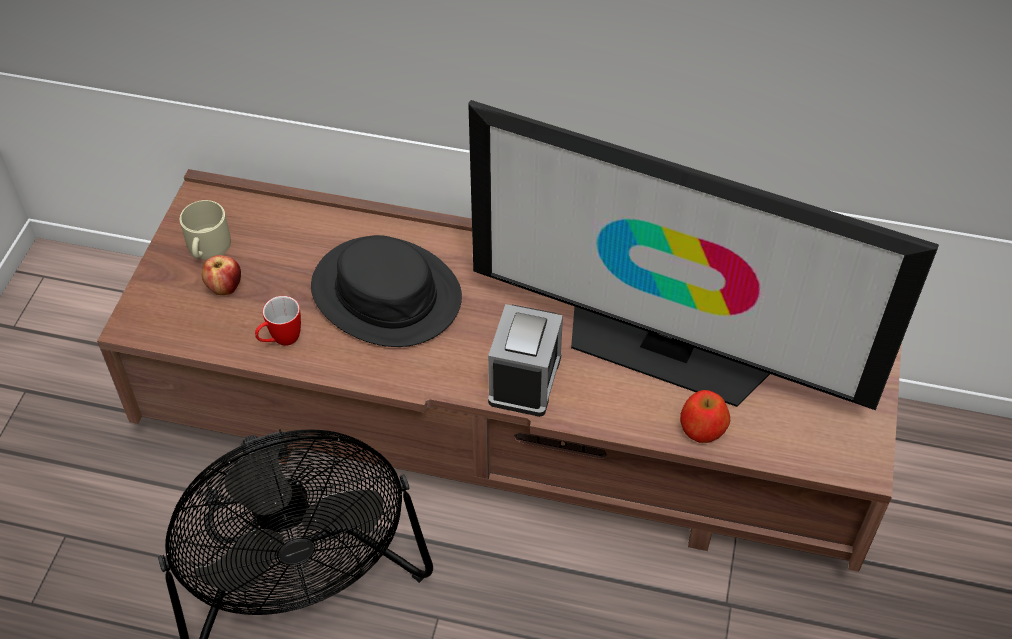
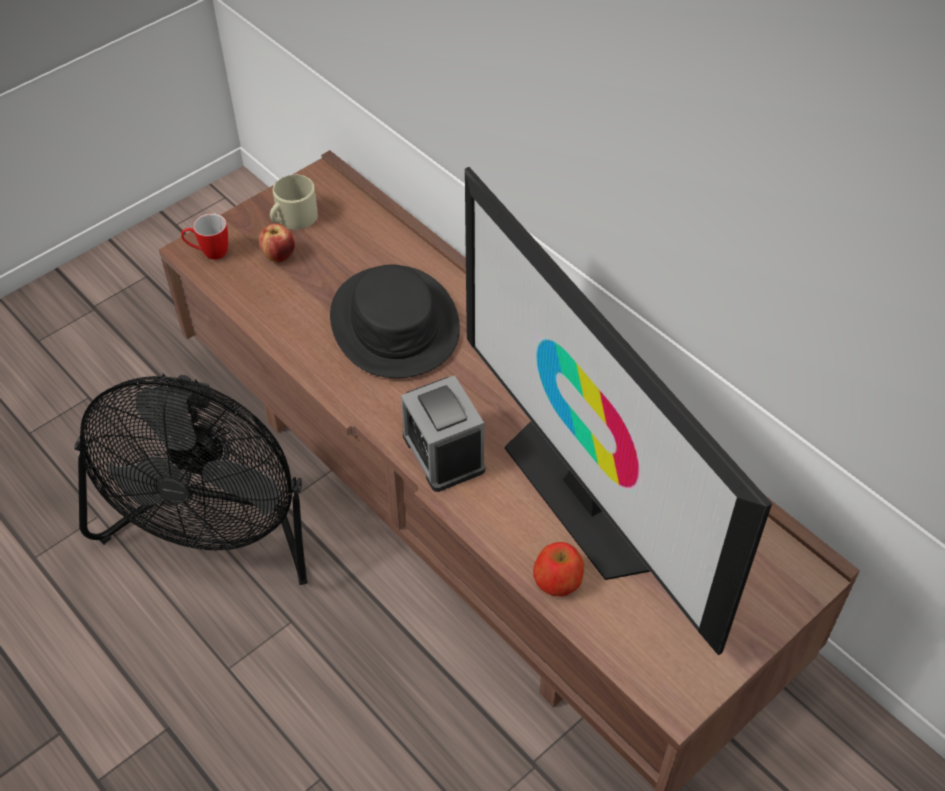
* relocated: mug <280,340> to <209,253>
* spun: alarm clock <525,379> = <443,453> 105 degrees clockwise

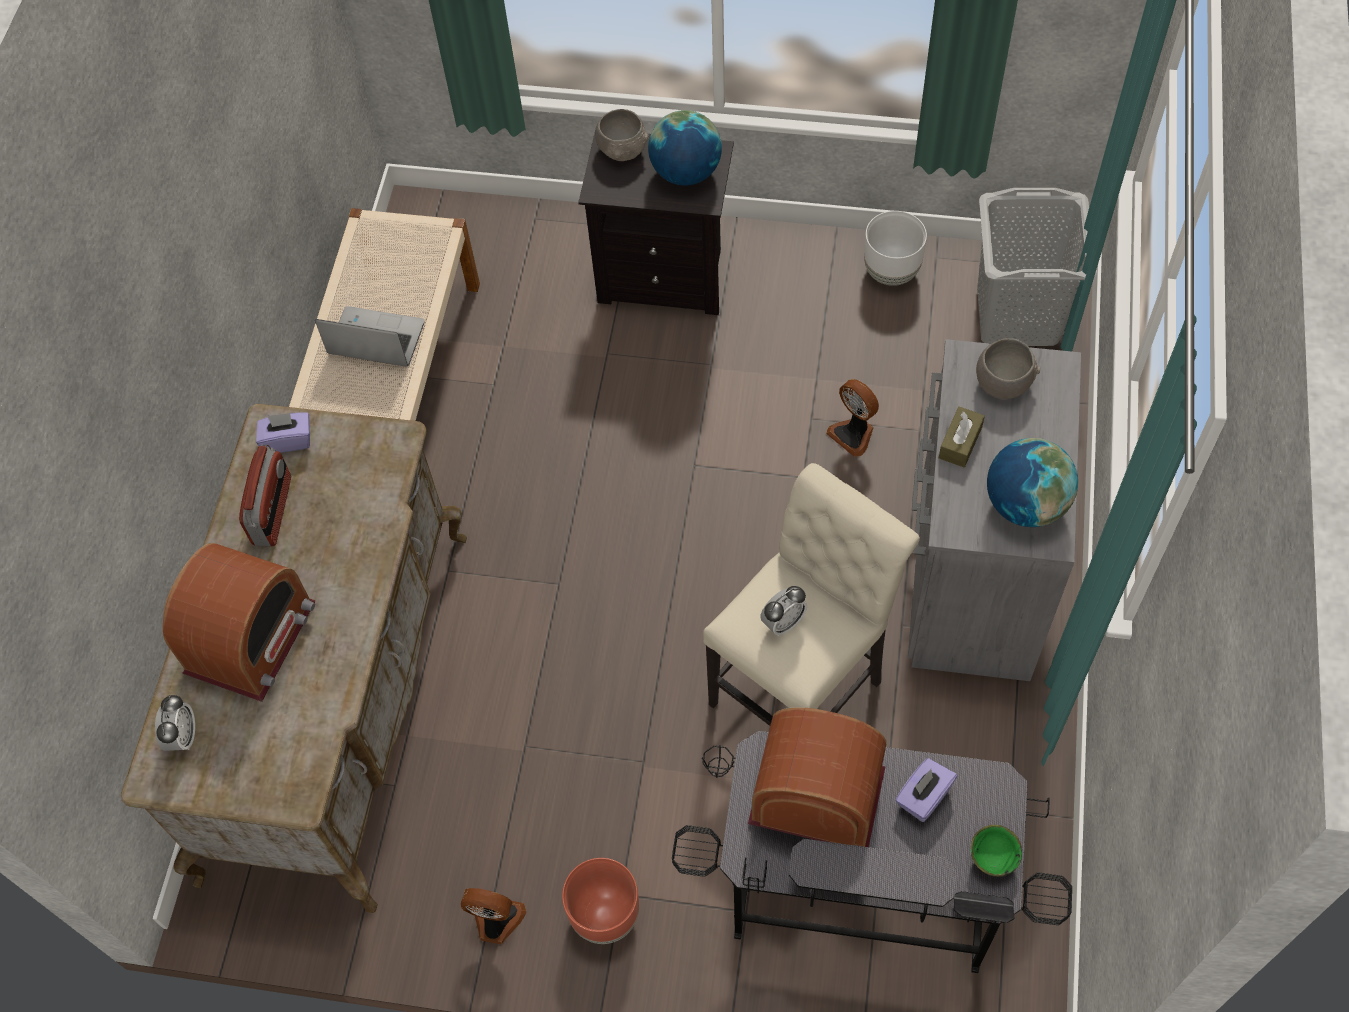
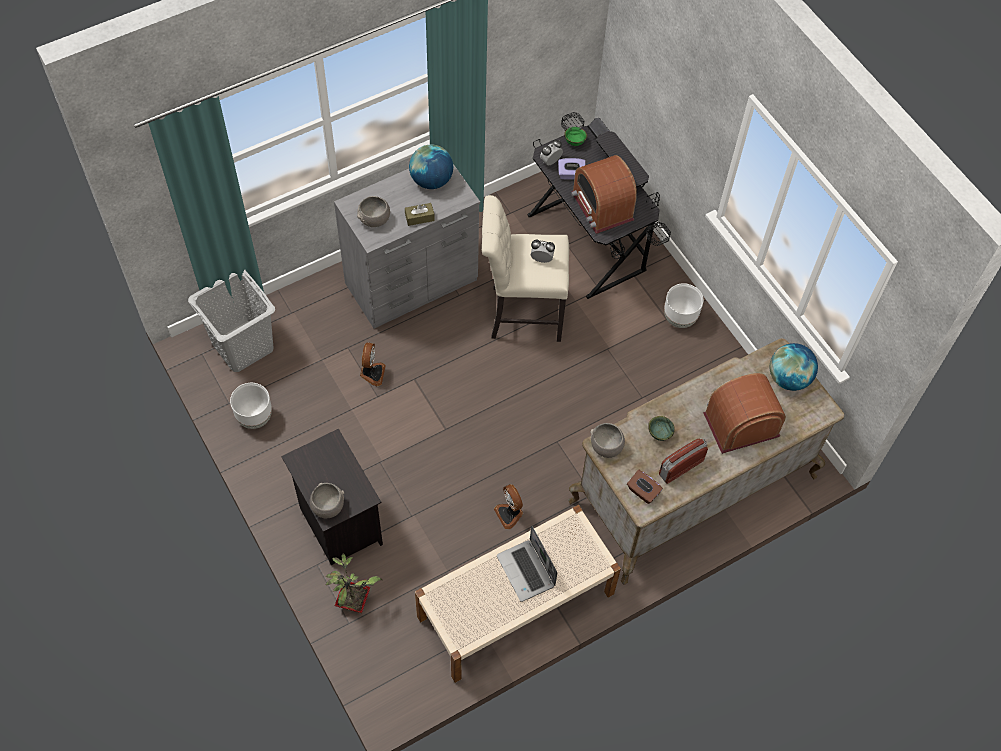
* relocated: globe <685,172> to <788,378>
* colour: tissue box (purple) <288,440> to tissue box (brown) <642,492>
* relocated: alarm clock <183,736> to <550,161>
* colour: planter (brown) <604,916> to planter (white) <680,318>
* relocated: fan <496,921> to <510,514>
* appeared: bowl (green) <659,433>
* appeared: bowl (grey) <605,446>
* appeared: potted plant <354,600>

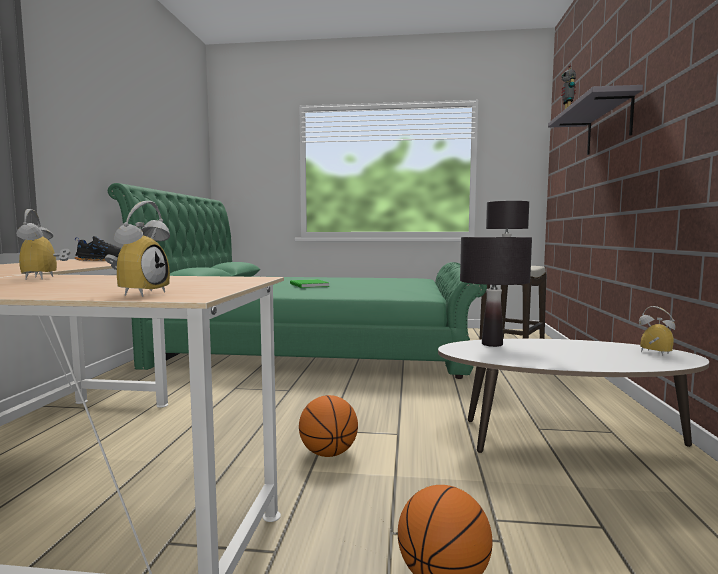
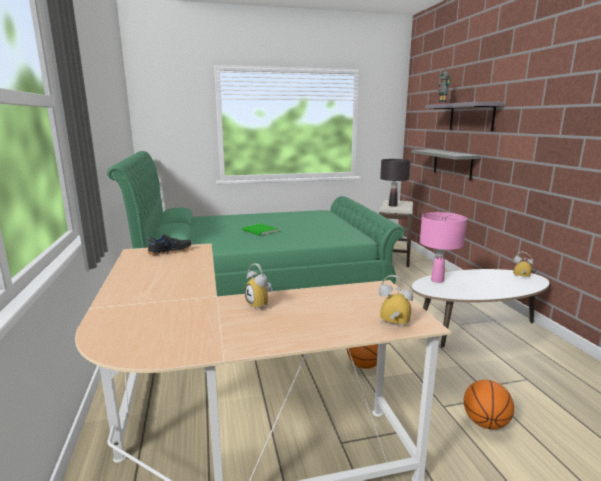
* spun: alarm clock <139,293> = <392,325> 60 degrees counterclockwise
* colour: table lamp (black) <491,344> to table lamp (pink) <437,280>
* appeared: shelf (grey) <452,164>

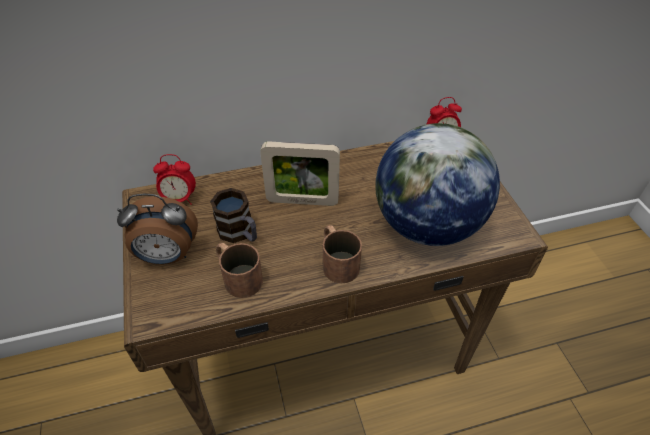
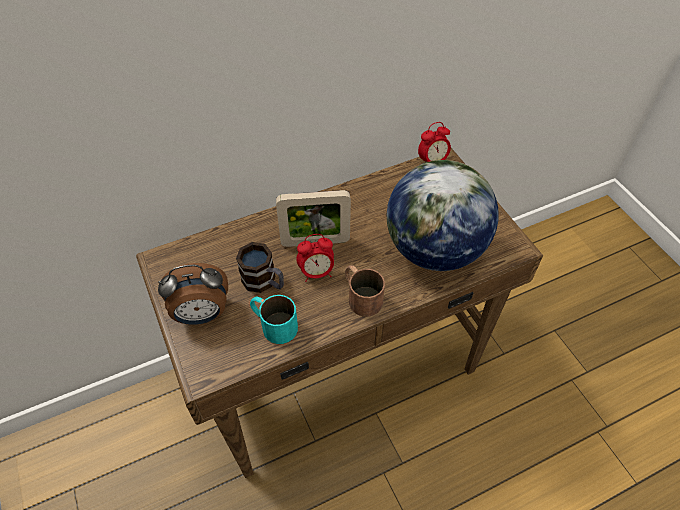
* relocated: alarm clock <179,199> to <316,273>
* colour: mug (brown) <237,276> to mug (turquoise) <273,324>

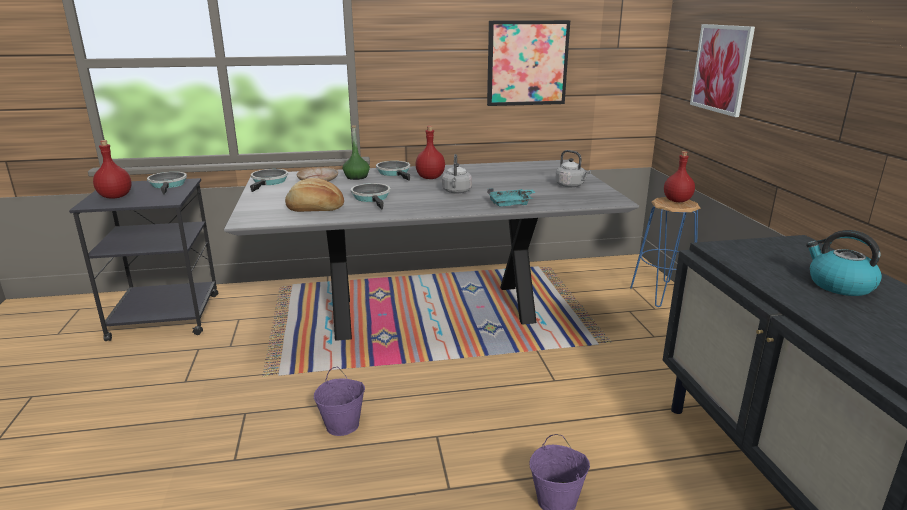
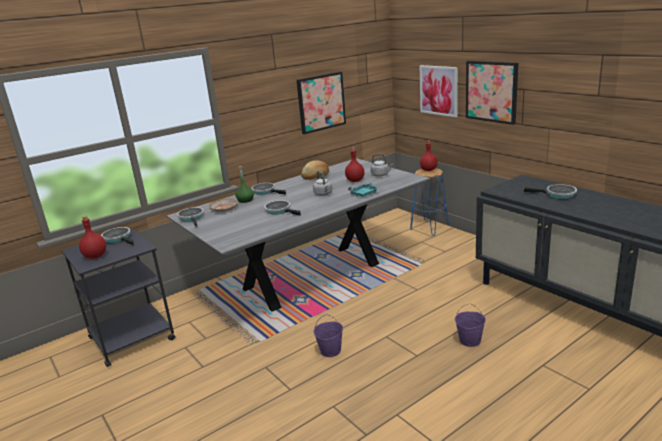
* relocated: bottle (red) <430,177> to <355,180>
* relocated: bread <315,209> to <316,177>
* exchanged: kettle <839,285> to frying pan <558,195>
* appeared: picture <491,91>

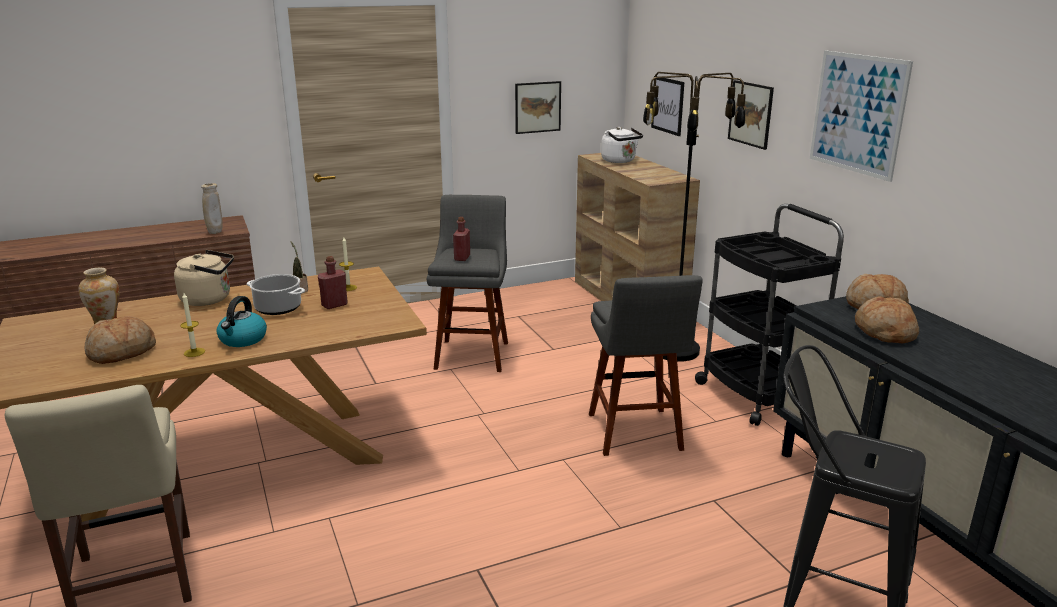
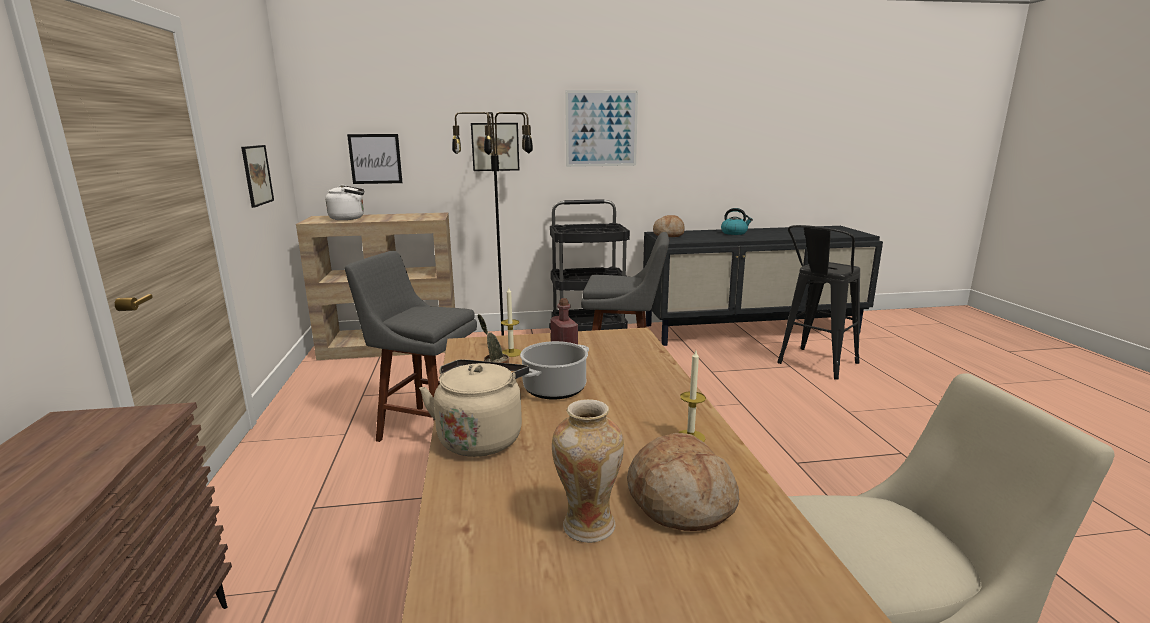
* missing: vase (beige) <215,233>
* missing: bottle (red) <462,258>
* relocated: kettle <243,339> to <734,233>
* missing: bread <884,332>

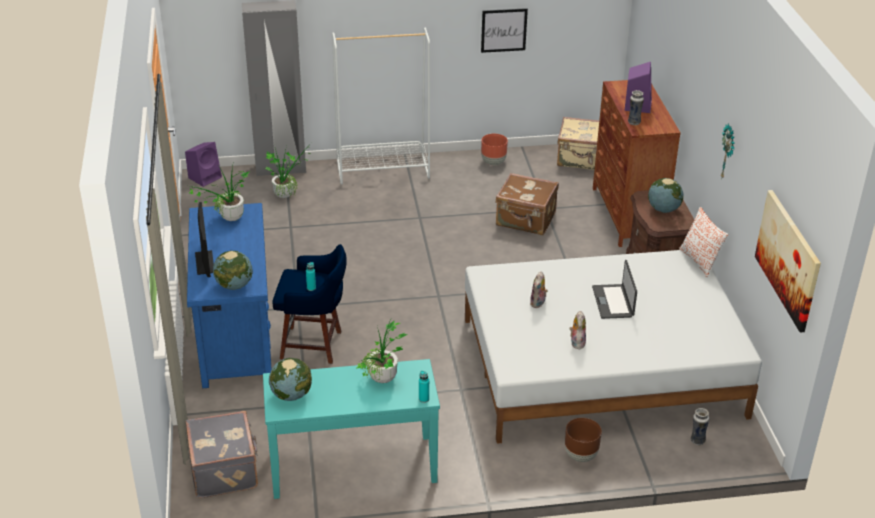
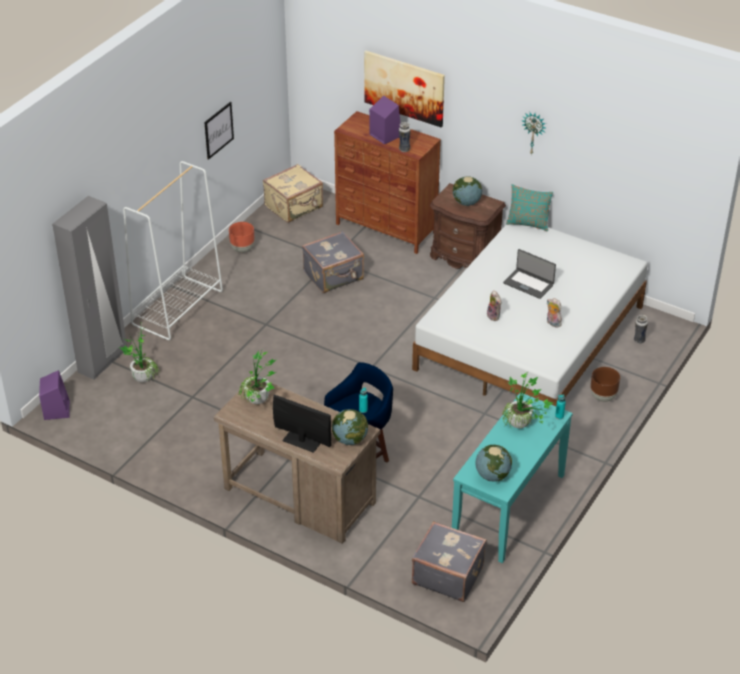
* colour: suitcase (brown) <525,220> to suitcase (grey) <334,276>
* relocated: picture <788,259> to <404,88>
* colour: desk (blue) <235,336> to desk (brown) <299,496>
* colour: pillow (white) <699,261> to pillow (turquoise) <528,224>

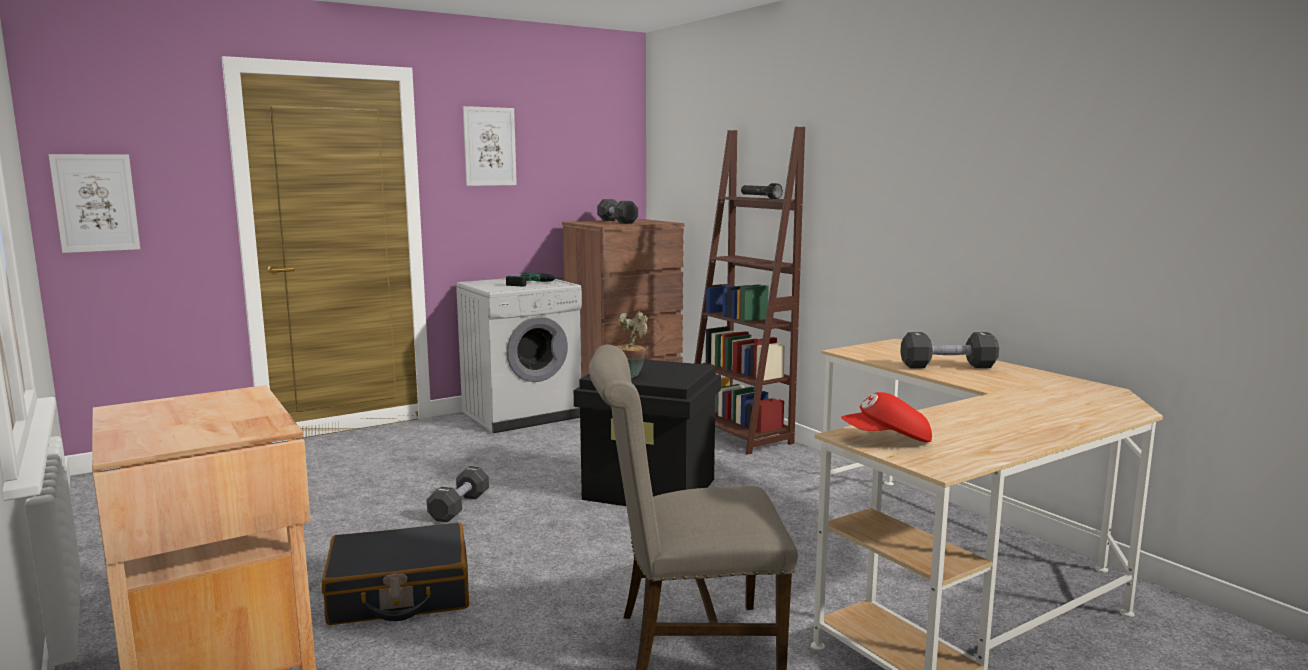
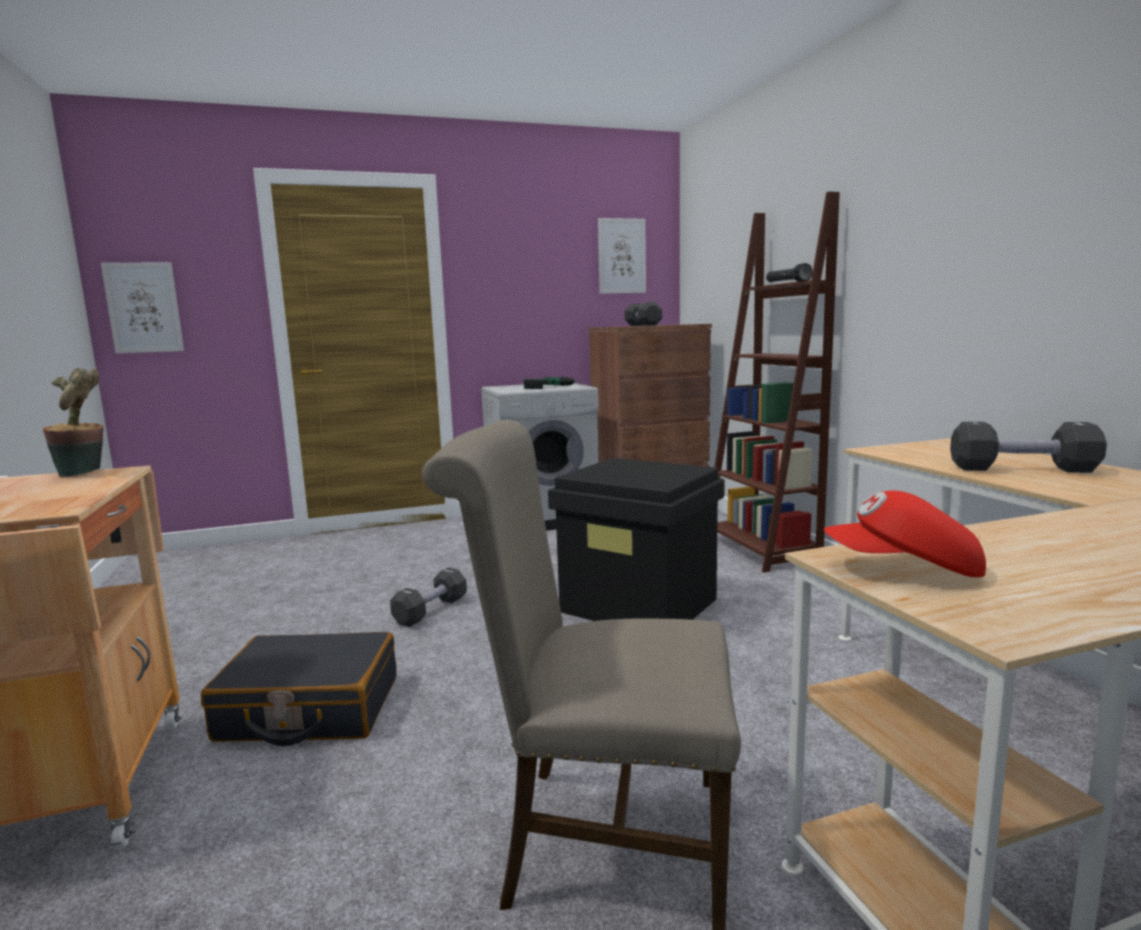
* relocated: picture <489,146> to <622,256>
* relocated: potted plant <632,375> to <84,473>

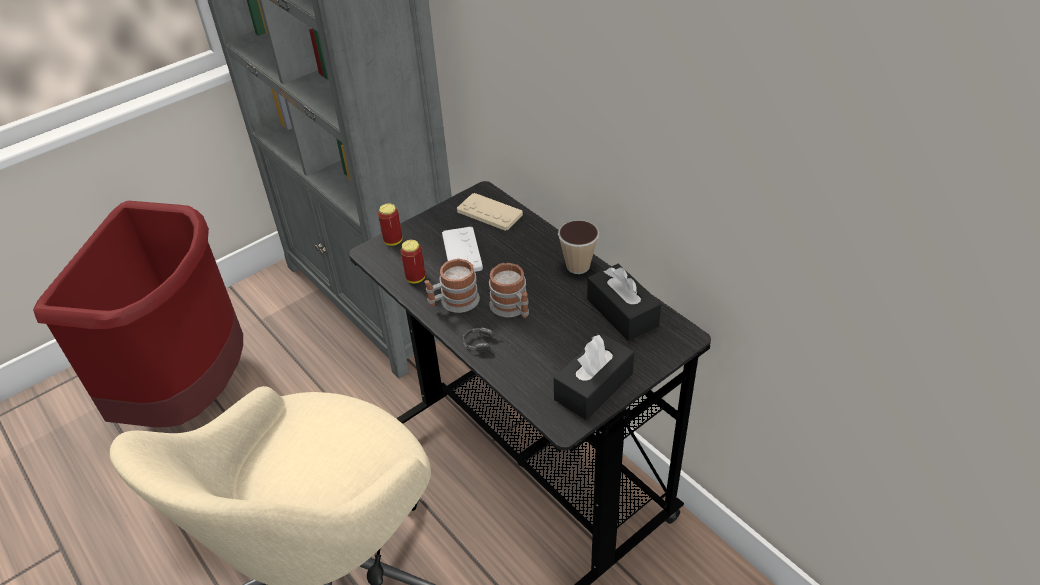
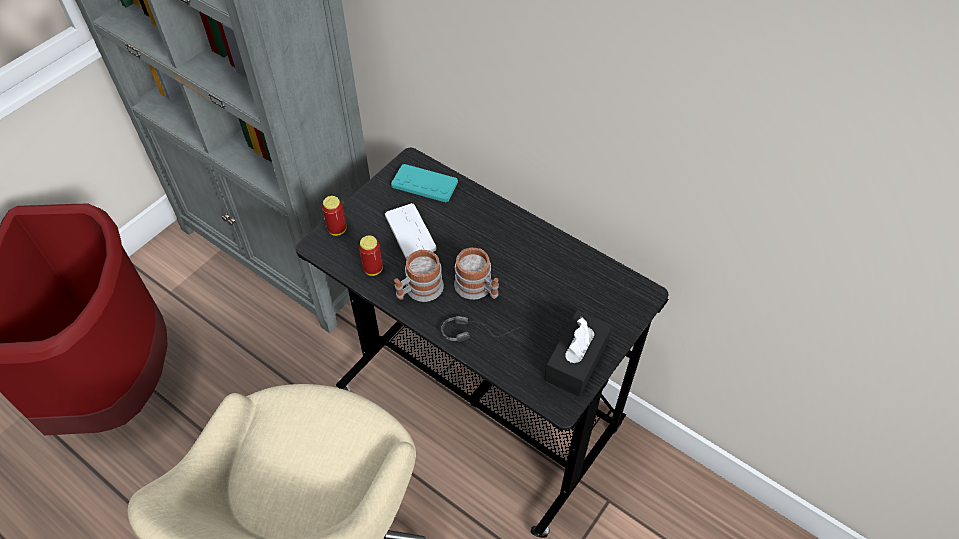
* colour: game controller (beige) <489,213> to game controller (turquoise) <424,184>
* missing: cup <578,266>
* missing: tissue box (black) <622,312>

